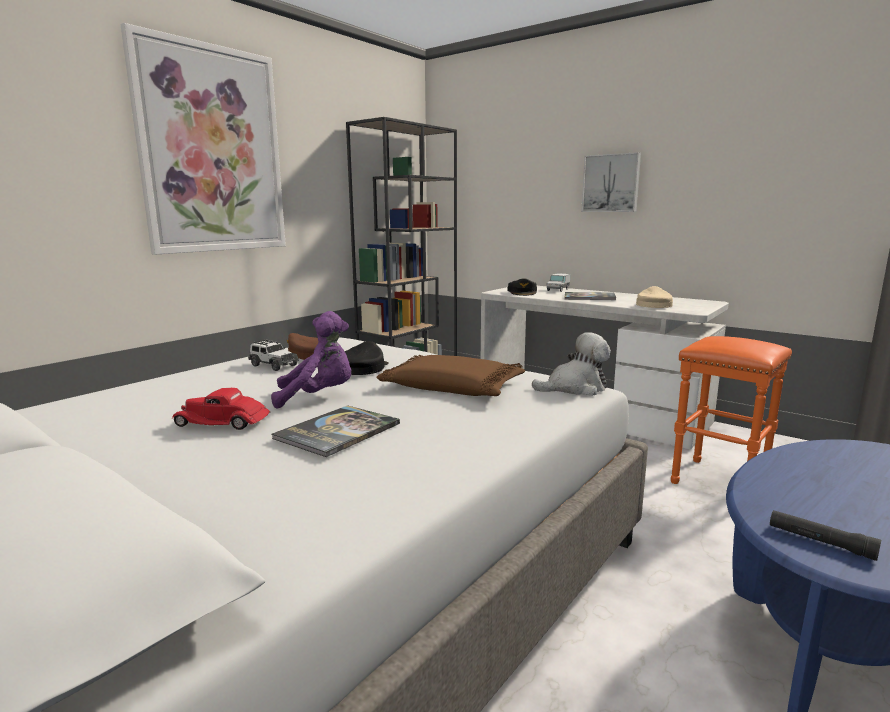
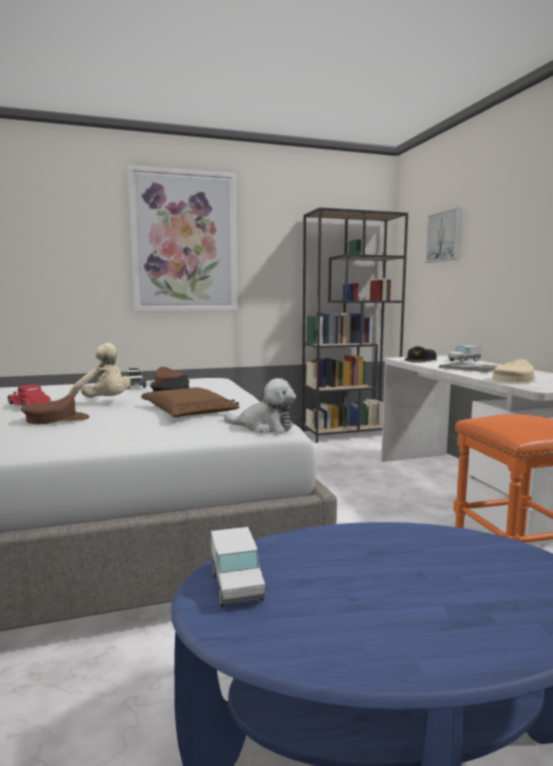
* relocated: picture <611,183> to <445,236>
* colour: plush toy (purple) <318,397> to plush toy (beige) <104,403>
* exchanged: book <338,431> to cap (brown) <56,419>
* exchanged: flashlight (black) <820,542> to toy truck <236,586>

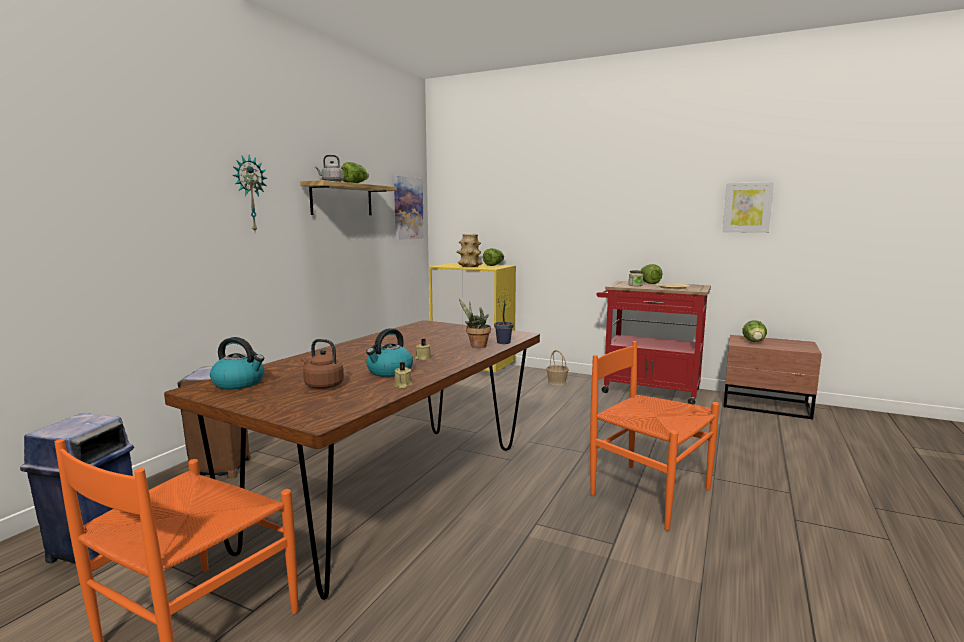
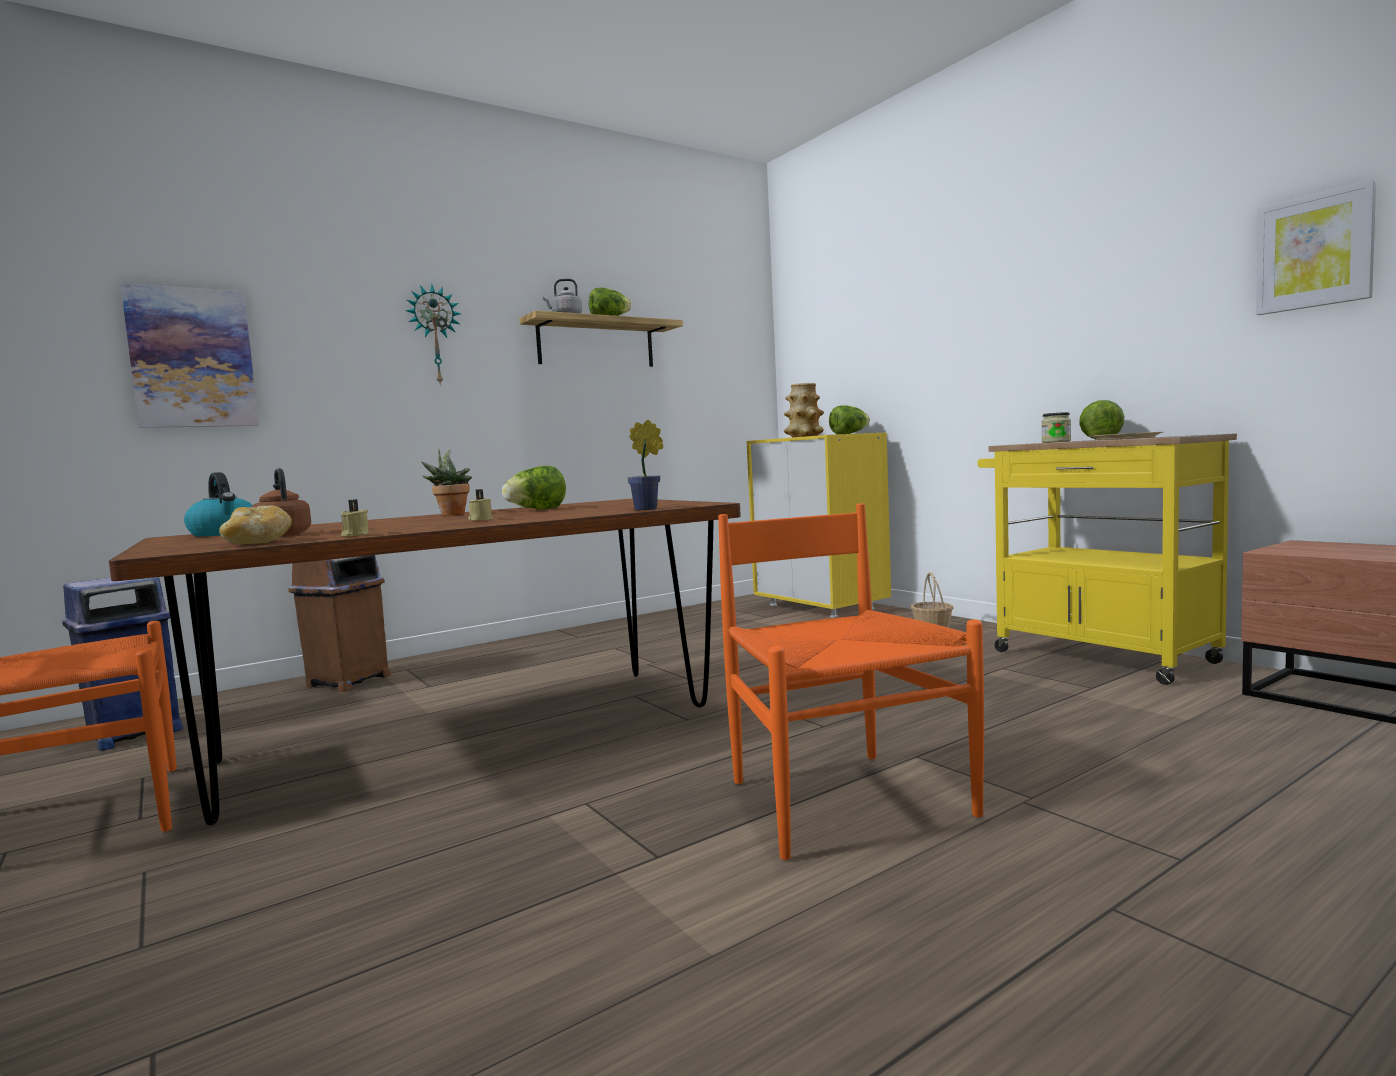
* relocated: picture <407,208> to <192,358>
* colour: cart (red) <647,391> to cart (yellow) <1096,656>
* relocated: potted plant <476,346> to <451,514>
* relocated: lettuce <754,342> to <536,510>
* missing: kettle <389,372>
* appeared: bread <258,543>

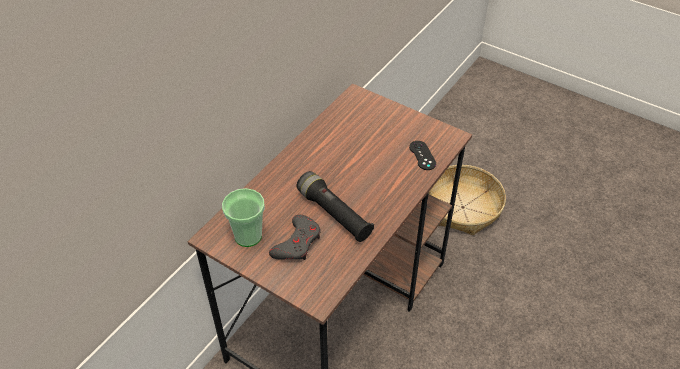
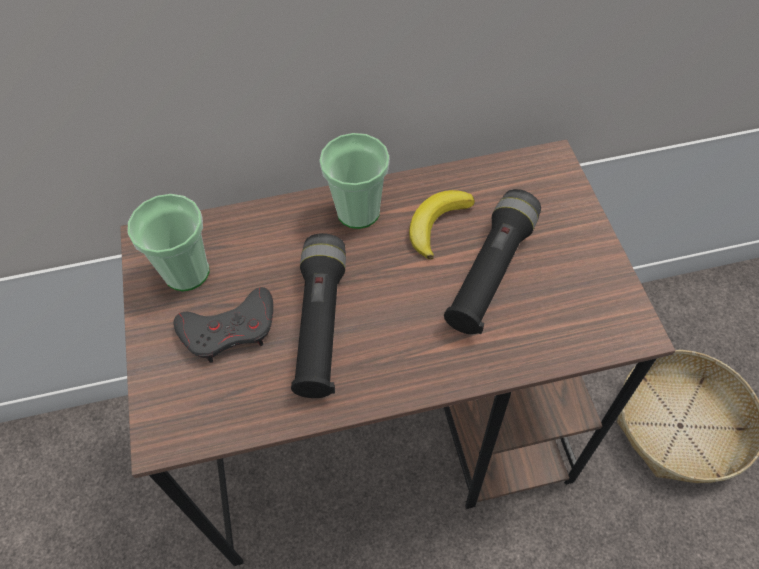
* missing: game controller (black) <422,155>
* appeared: cup <358,211>
* appeared: flashlight (black) <491,272>
* appeared: banana <437,224>

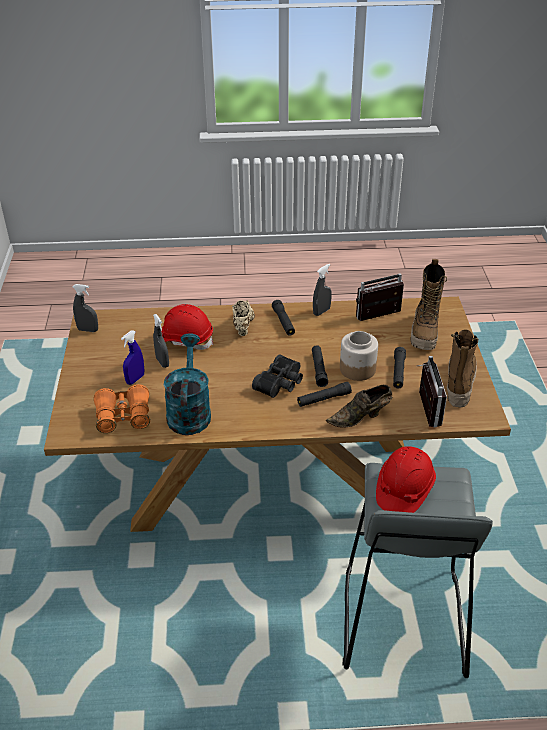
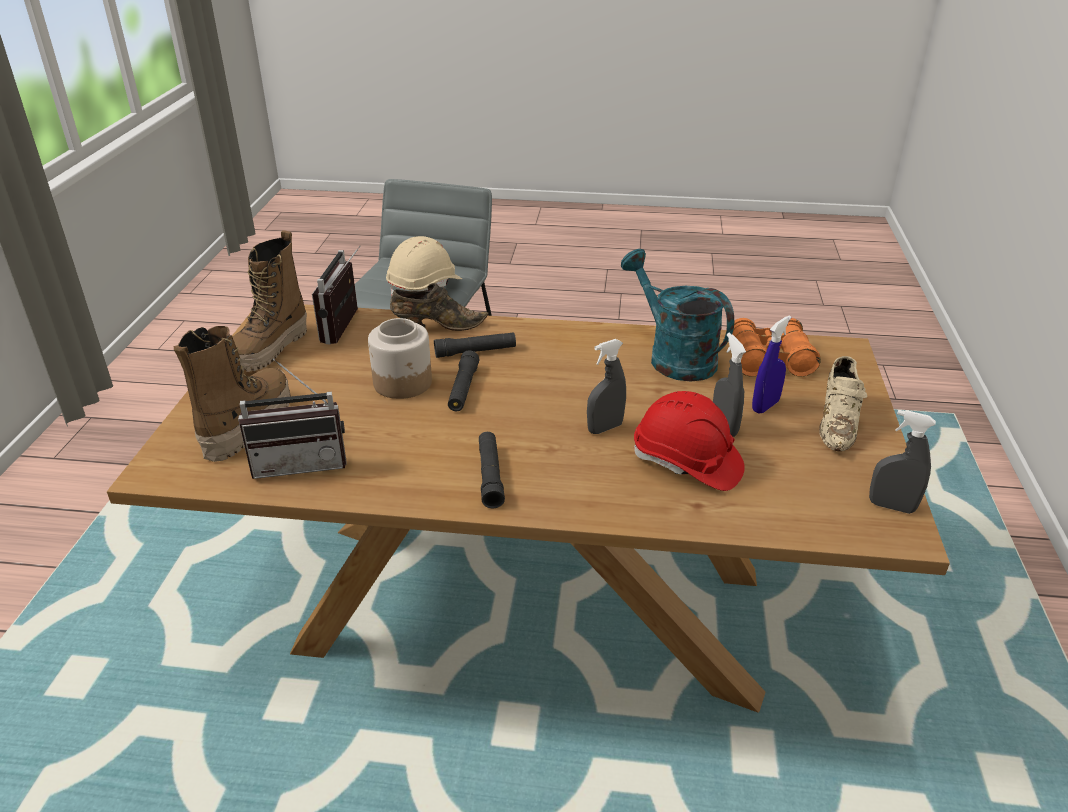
* relocated: spray bottle (grey) <321,311> to <605,428>
* relocated: shoe (beige) <243,326> to <837,423>
* spun: watering can (turquoise) <189,411> = <673,357> 135 degrees clockwise
* missing: flashlight (black) <398,372>
* missing: binoculars (black) <281,384>
* colour: hard hat (red) <404,490> to hard hat (beige) <425,288>

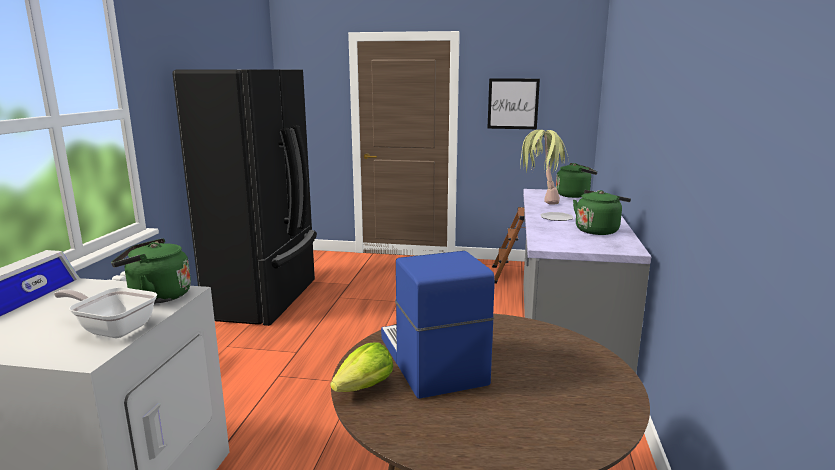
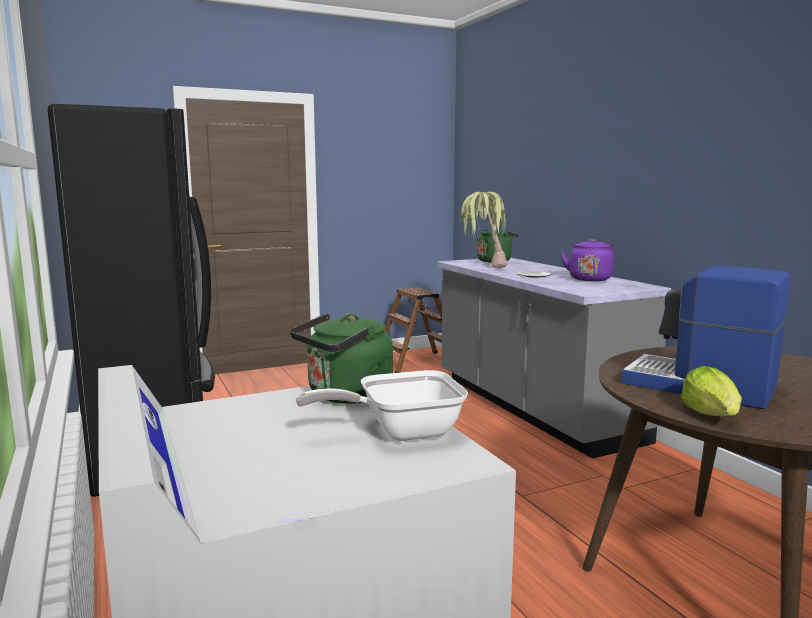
* missing: picture <513,104>
* colour: kettle (green) <598,230> to kettle (purple) <589,279>

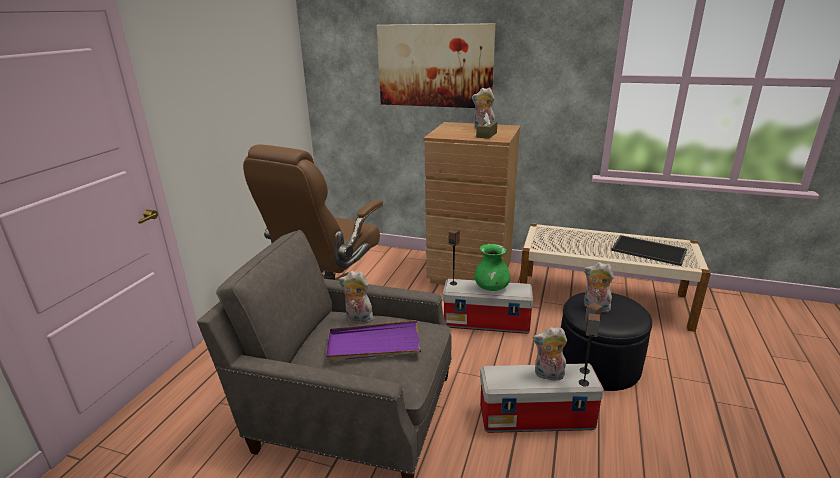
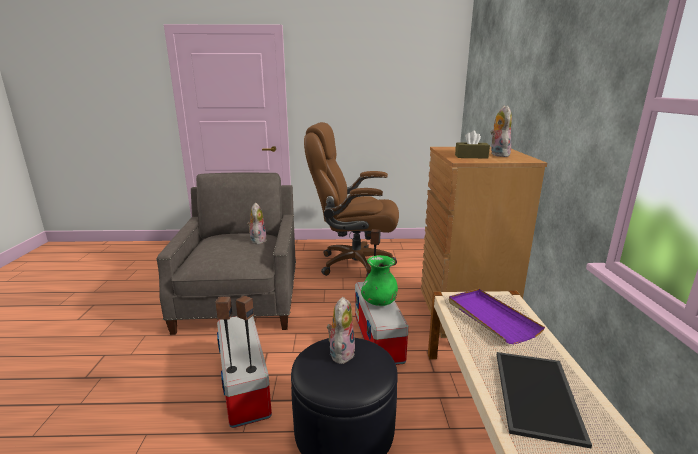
* missing: picture <435,66>
* relocated: tray (purple) <373,344> to <491,317>
* missing: plush toy <548,375>

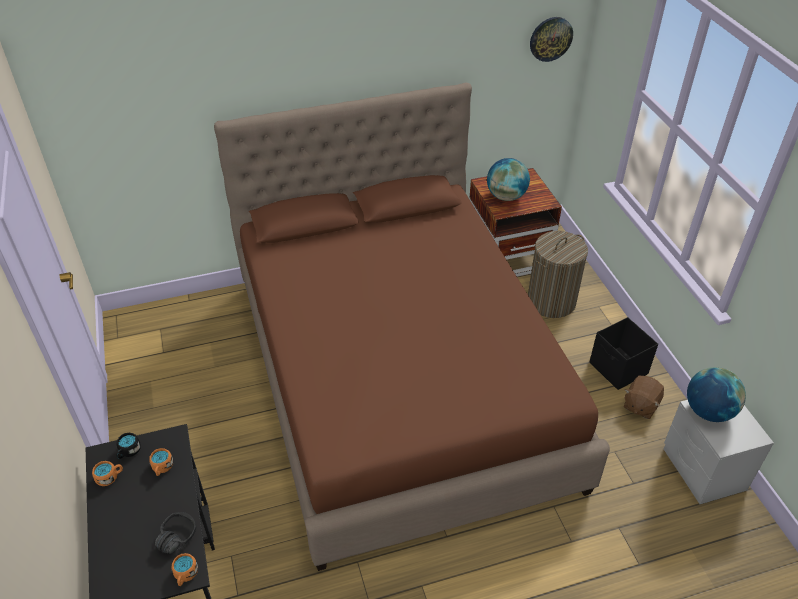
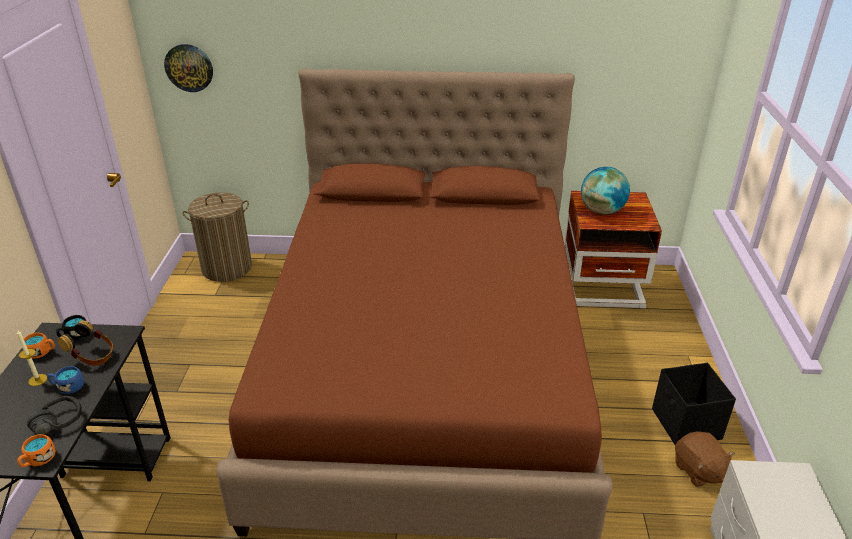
* relocated: wall clock <550,38> to <189,67>
* relocated: laundry basket <551,301> to <227,268>
* missing: globe <708,411>
* spun: plush toy (brown) <640,405> = <698,471> 75 degrees counterclockwise
* exchanged: mug (orange) <162,468> to headphones <93,357>
* appeared: candle <37,380>
* appeared: mug (blue) <68,387>

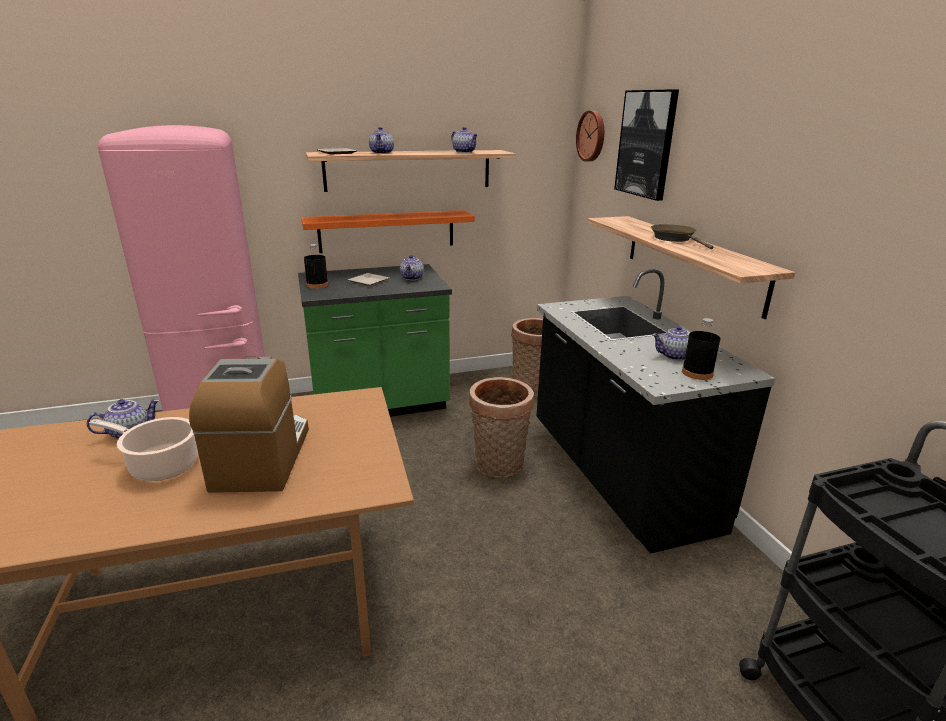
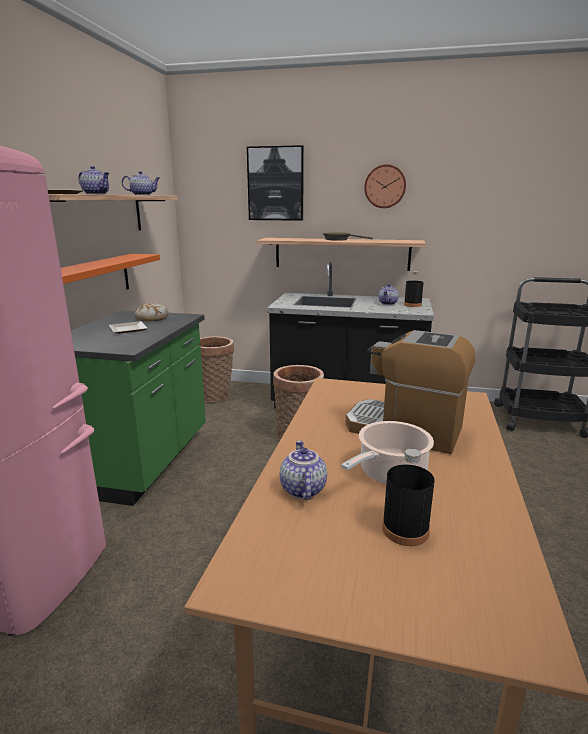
* relocated: wall clock <592,136> to <385,186>
* relocated: bottle (black) <317,285> to <405,530>
* exchanged: teapot <412,278> to bread <152,318>

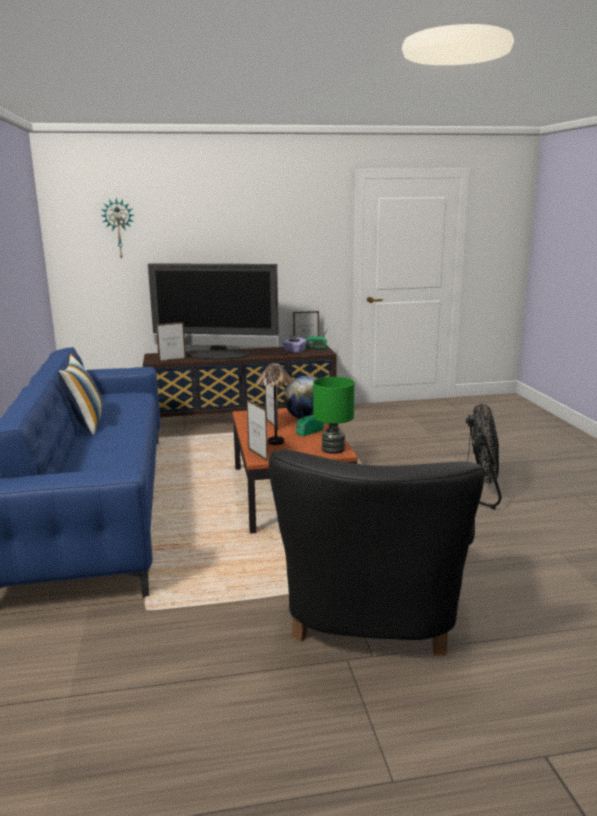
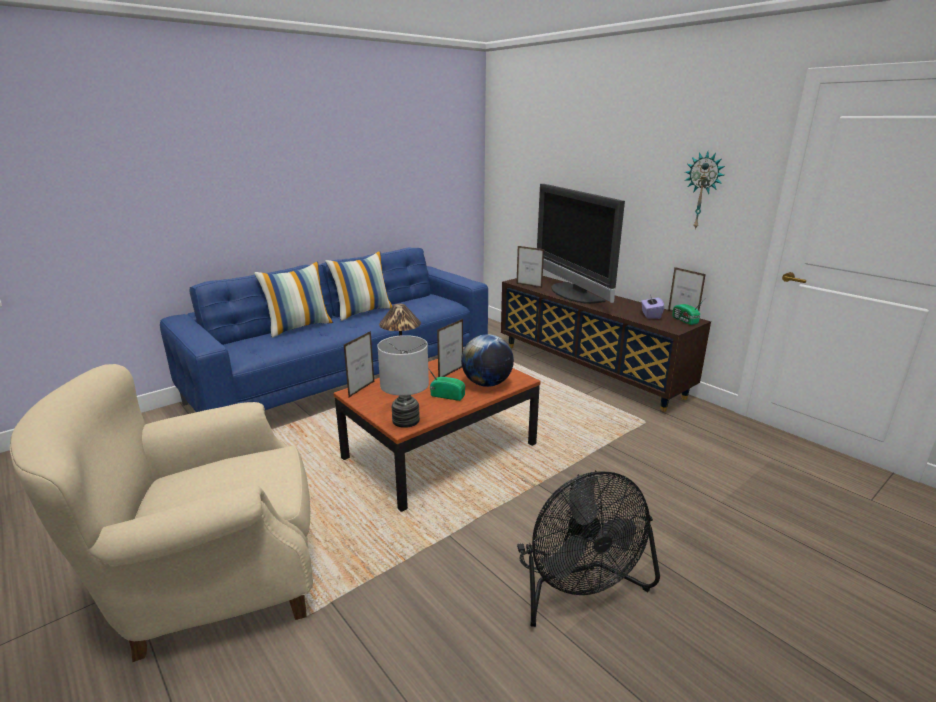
* relocated: wall clock <119,229> to <703,191>
* colour: table lamp (green) <333,449> to table lamp (grey) <406,420>
* colour: armchair (black) <373,615> to armchair (beige) <211,582>
* appeared: pillow <299,327>

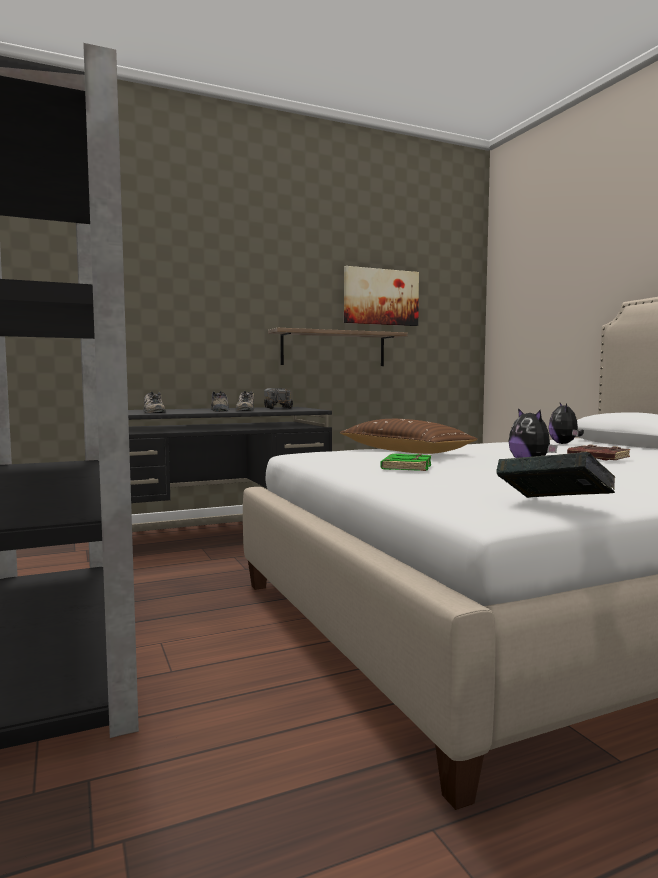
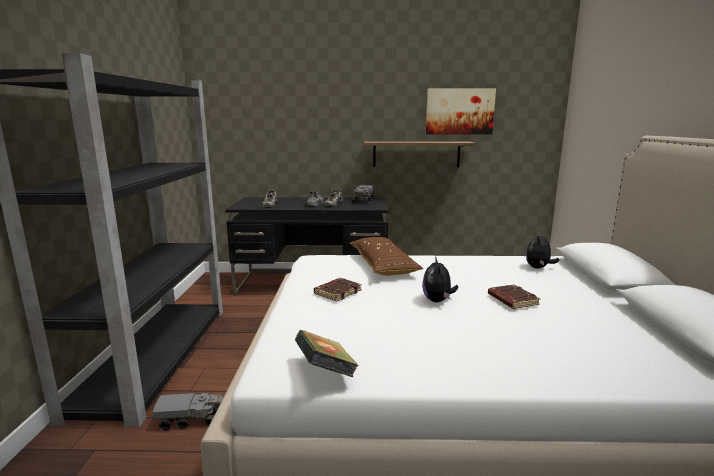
* colour: book (green) <405,467> to book (brown) <337,292>
* appeared: toy truck <192,420>

